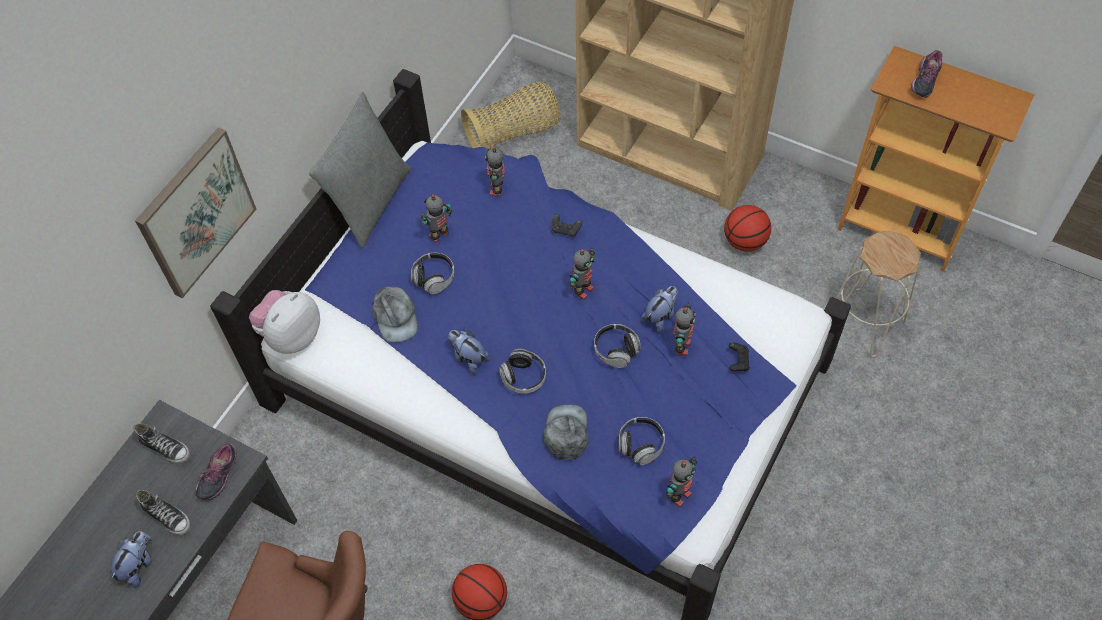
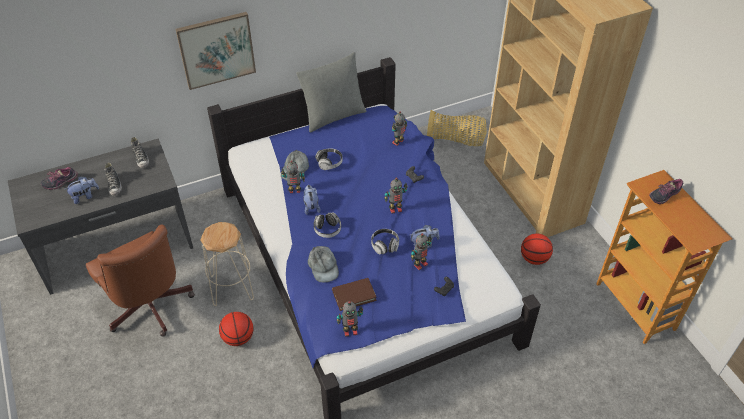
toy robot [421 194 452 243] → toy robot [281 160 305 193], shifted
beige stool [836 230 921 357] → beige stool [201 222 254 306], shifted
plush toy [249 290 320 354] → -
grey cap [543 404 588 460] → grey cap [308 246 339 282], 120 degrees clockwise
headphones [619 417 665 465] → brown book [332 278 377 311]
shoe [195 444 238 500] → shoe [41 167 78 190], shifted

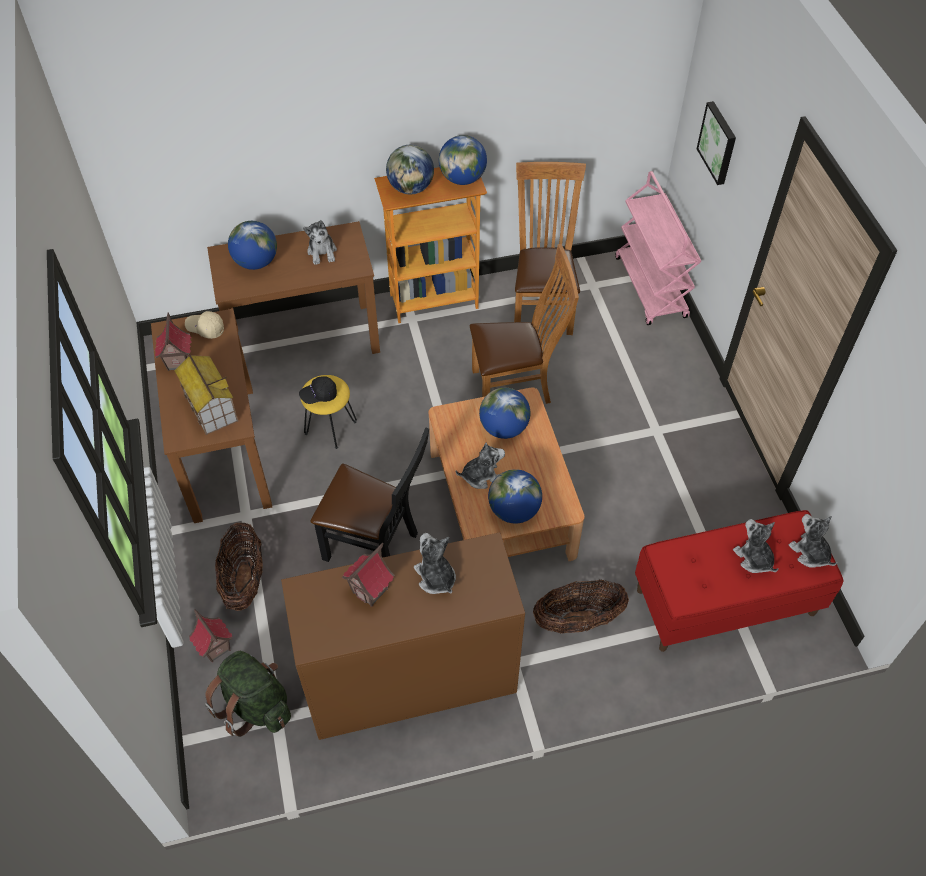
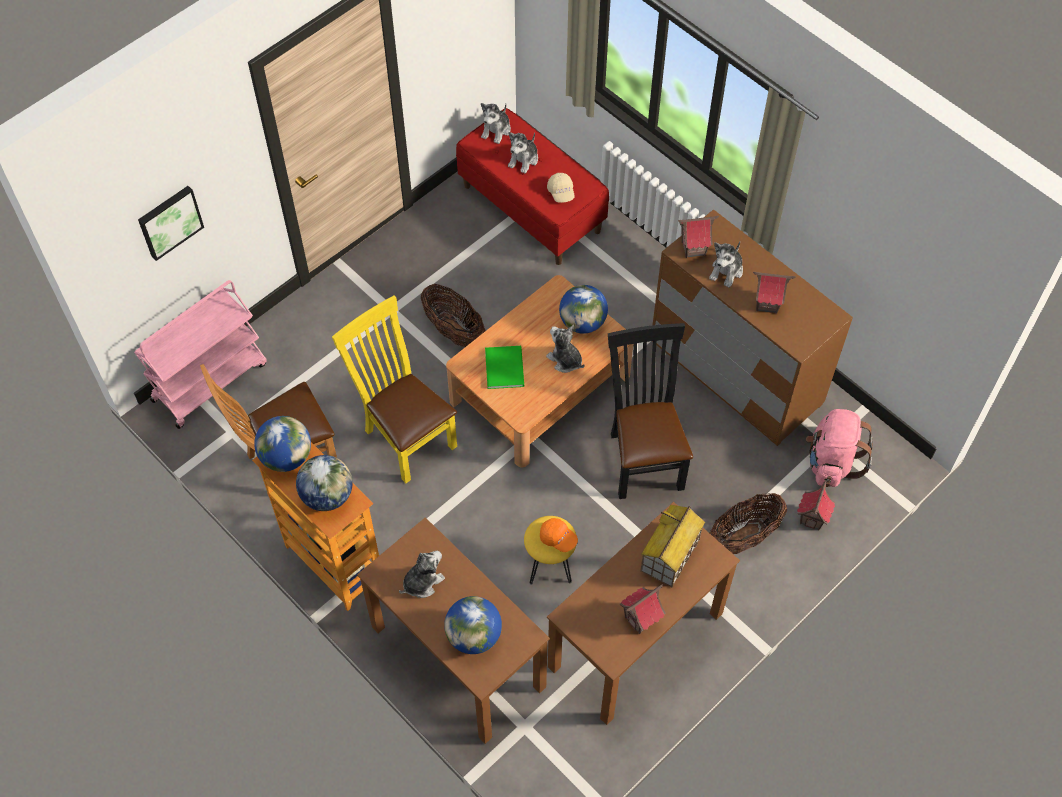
brown chair [470 244 579 404] → yellow chair [332 296 457 483]
beige cap [185 311 224 339] → beige cap [547 173 575 203], shifted
black cap [299 376 337 404] → orange cap [540 518 578 552]
globe [479 388 531 439] → green book [485 346 524 389]
basket [533 580 629 634] → basket [421 284 486 347], shifted
green backpack [205 651 291 737] → pink backpack [806 409 873 487]
- → toy house [678 216 719 258]

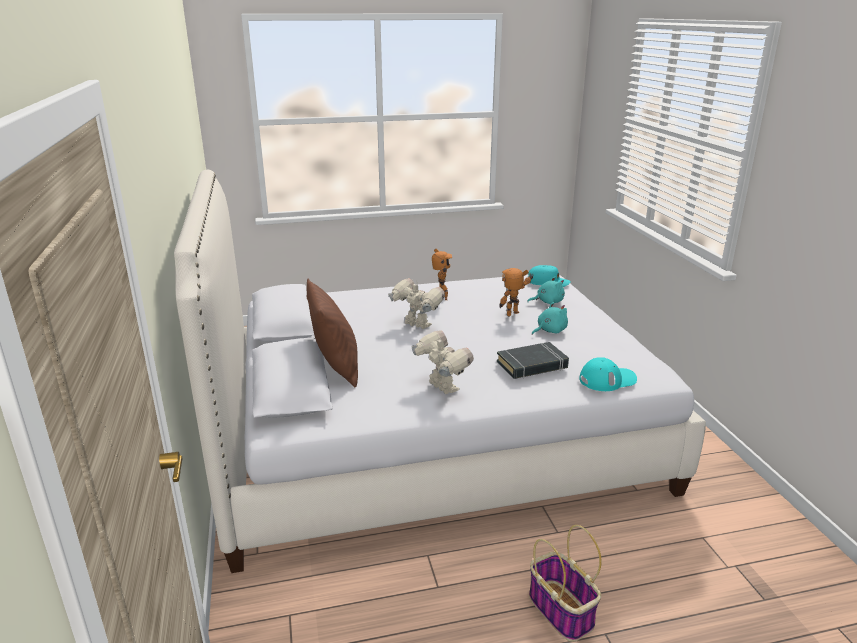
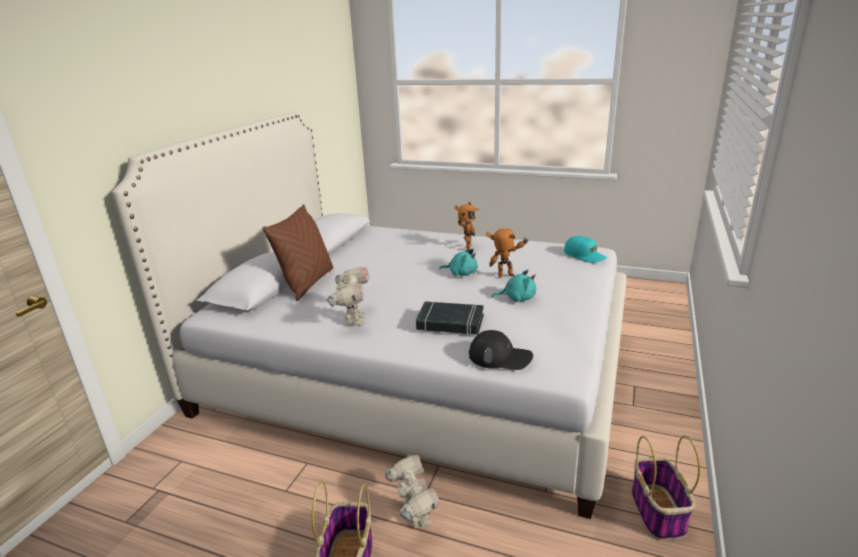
turquoise plush toy [527 276 565 304] → turquoise plush toy [439 249 478 276], shifted
toy robot [388 278 445 329] → toy robot [385 455 440 529], shifted
turquoise cap [579 357 637 391] → black cap [469 330 533 370]
- → basket [632 435 700 540]

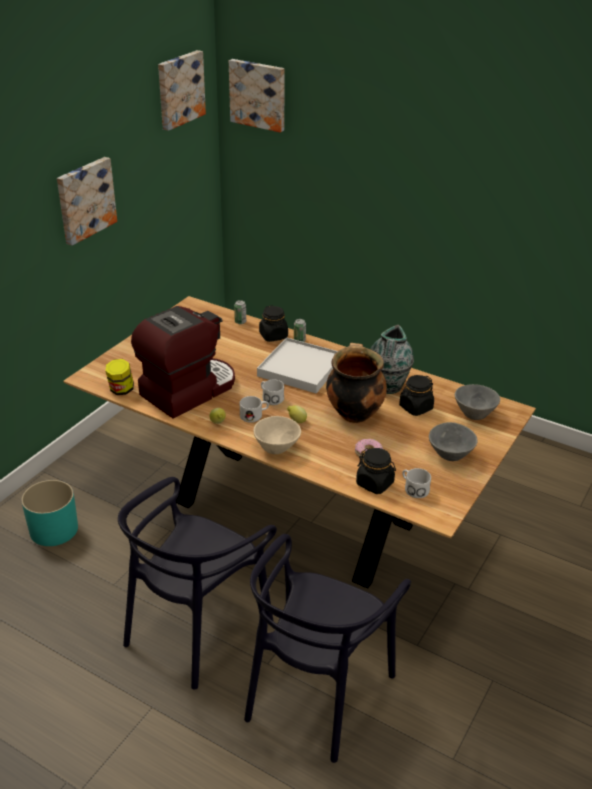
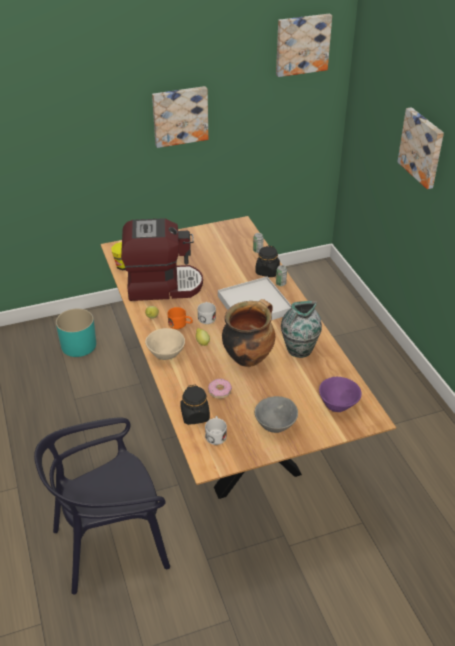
picture [229 59 285 133] → picture [397 107 444 189], shifted
black jar [399 375 434 416] → -
grey bowl [455 384 500 420] → purple bowl [319 377 362 412]
white mug [239 396 269 423] → orange mug [168 307 193 329]
black chair [118 477 277 690] → -

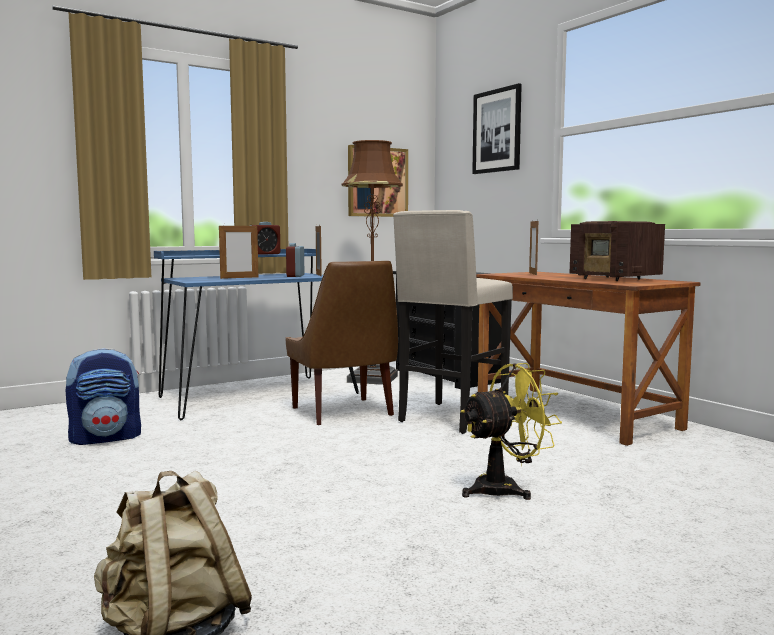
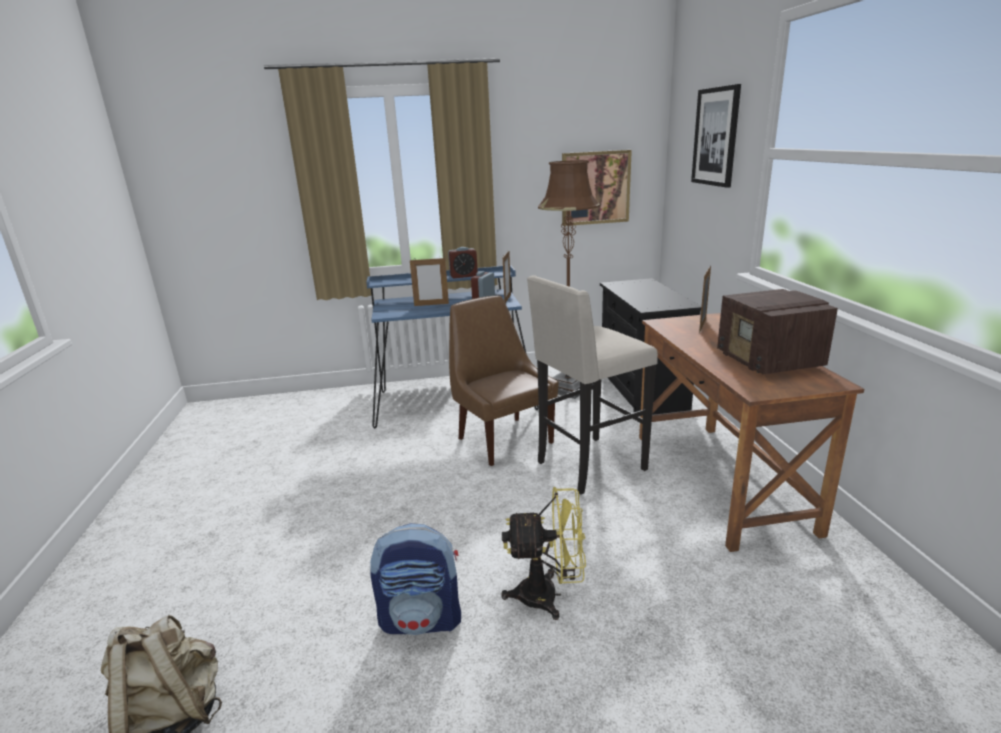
brown chair [286 261 398 425] → brown chair [449 295 559 466], 150 degrees clockwise
backpack [66 348 141 445] → backpack [370 523 461 635], shifted

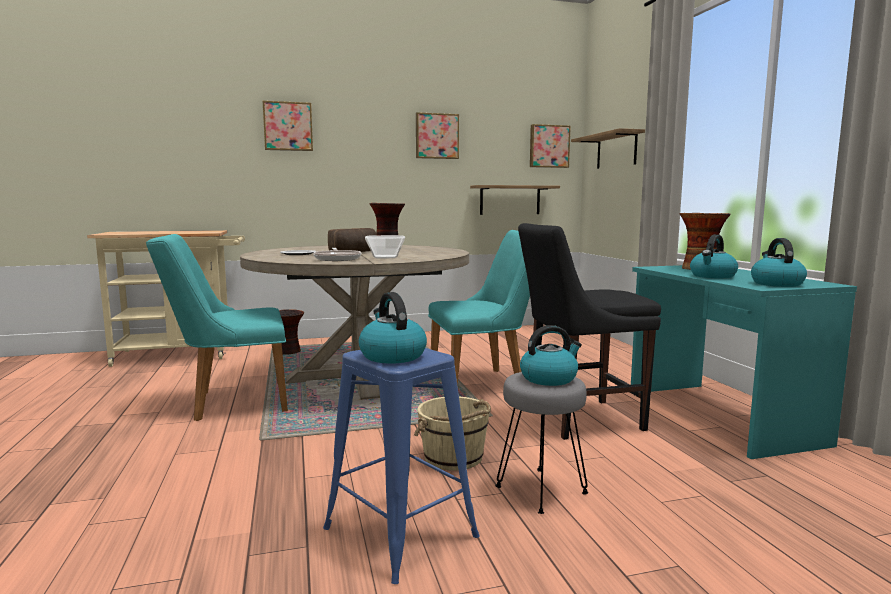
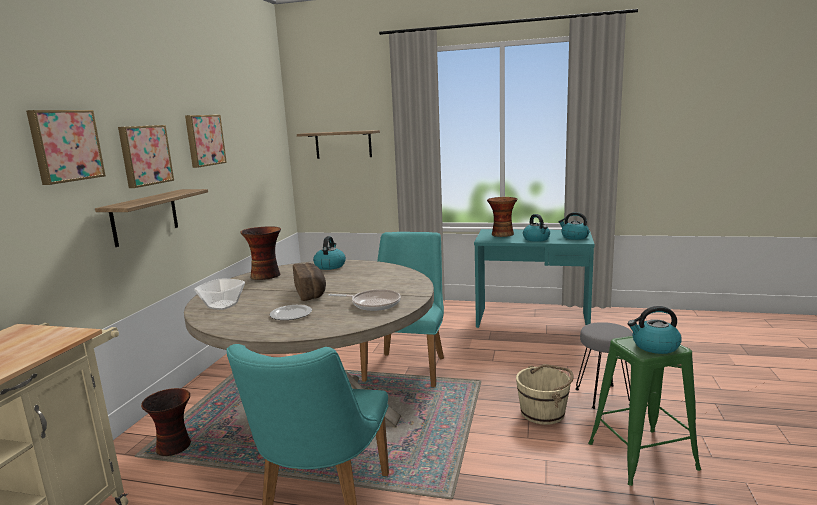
picture [530 124 571 168] → picture [118 125 174 188], shifted
shelf [470 185 560 215] → shelf [95 189 208 247], shifted
black chair [518 223 661 440] → -
bowl [365 235 405 258] → bowl [194 279 245 310], shifted
kettle [520 325 582 386] → kettle [313 236 346 270], shifted
blue stool [323 348 480 584] → green stool [588 336 701 486]

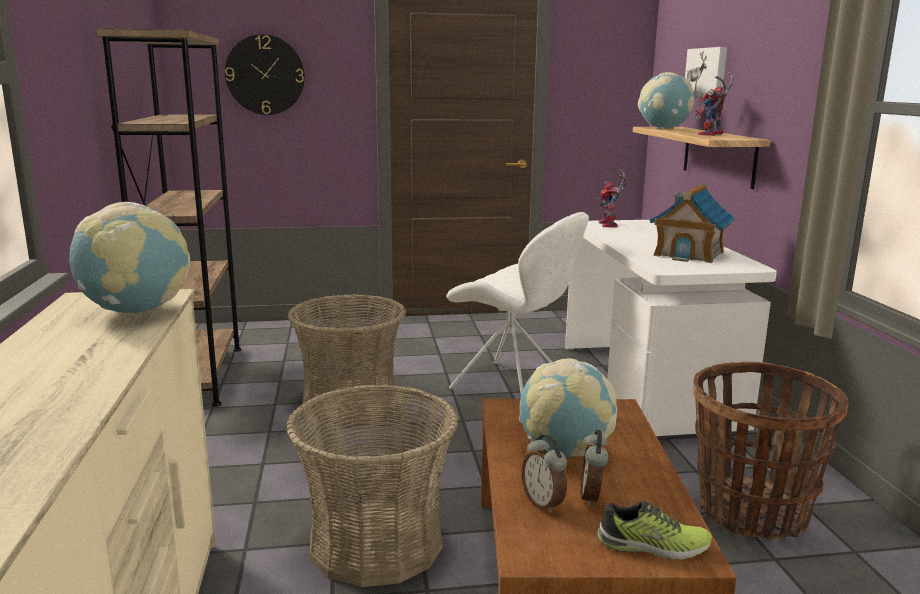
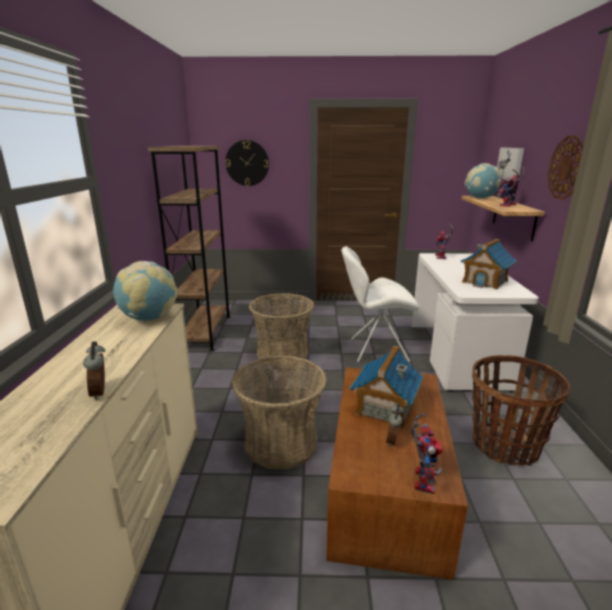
white chair [446 212 589 394] → white chair [341 246 419 362], 135 degrees clockwise
globe [519 358 617 457] → toy house [350 346 423 428]
alarm clock [521 434 567 513] → alarm clock [83 341 106 401], shifted
shoe [597 500 712 560] → toy robot [411 413 443 494]
- → wall clock [548 136 584 200]

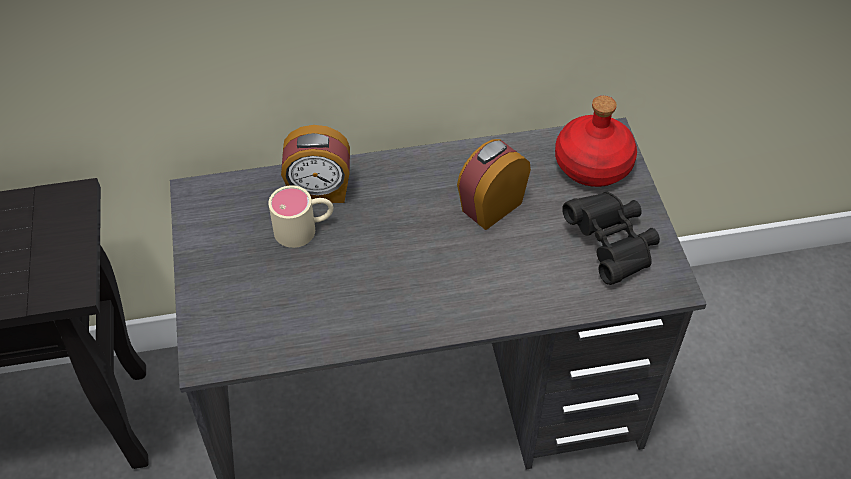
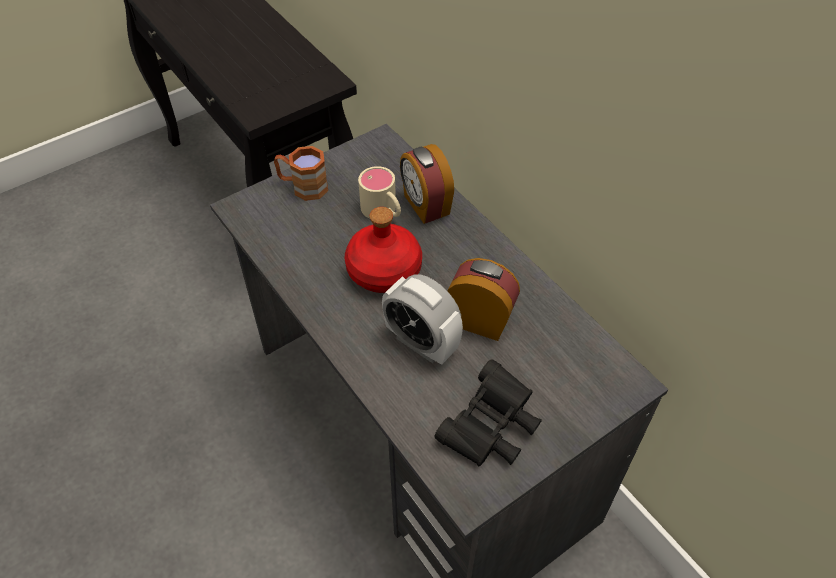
red bottle [555 96 637 187] → red bottle [345 207 422 293], shifted
- → brown mug [274 146 328 201]
- → alarm clock [382 274 463 365]

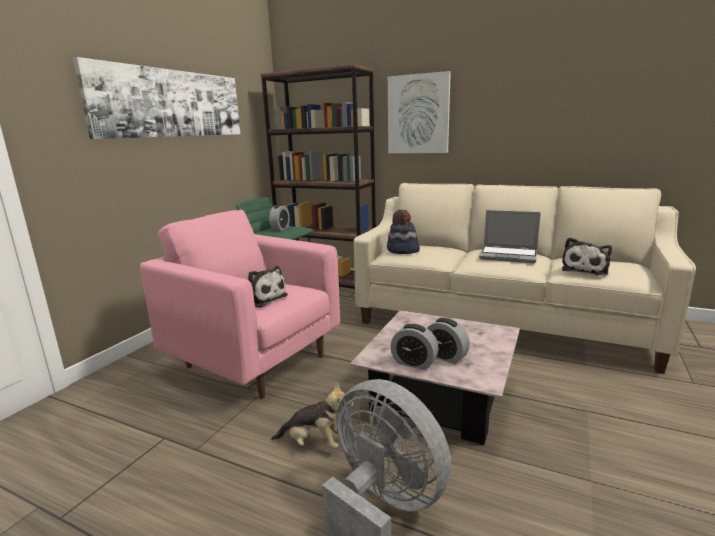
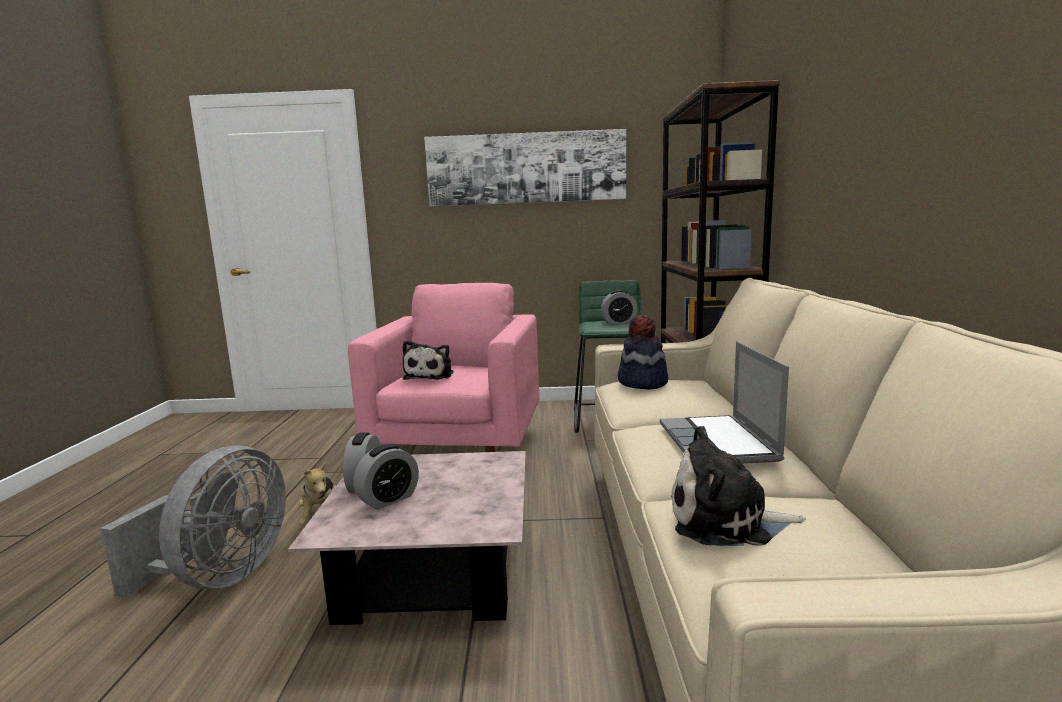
picture [388 71 451 153] → -
alarm clock [427 318 470 364] → alarm clock [353 444 419 510], 150 degrees counterclockwise

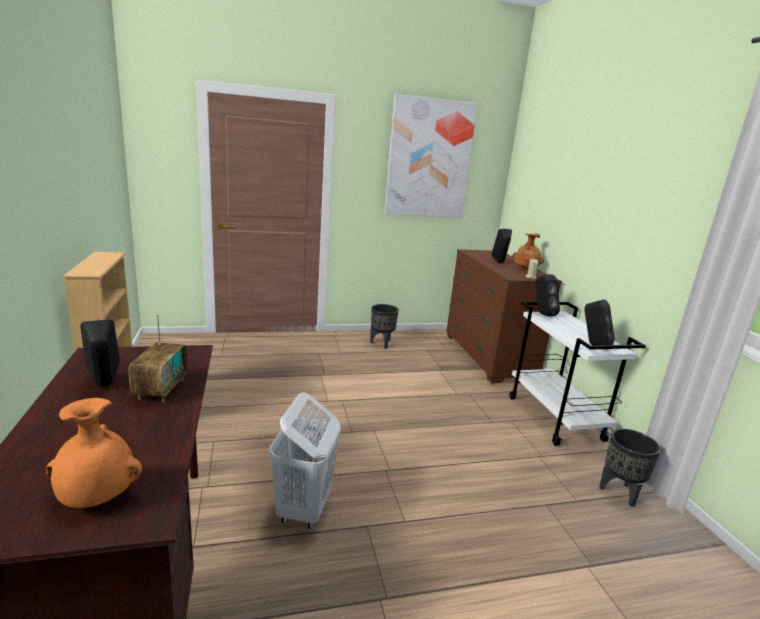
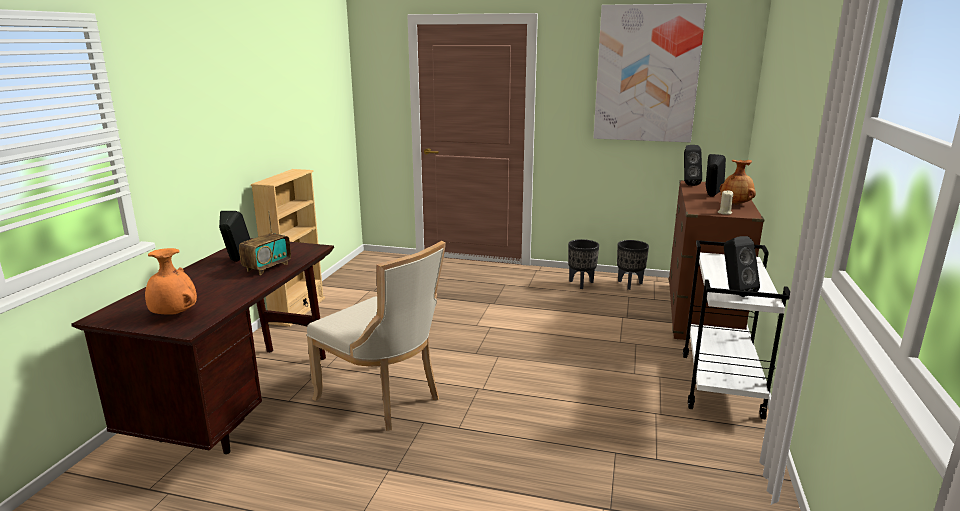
black speaker [536 274 560 317] → black speaker [684 145 702 186], shifted
white laundry basket [269 392 341 529] → beige chair [307 241 446 431]
black planter [599 429 661 507] → black planter [617 240 649 290], shifted

